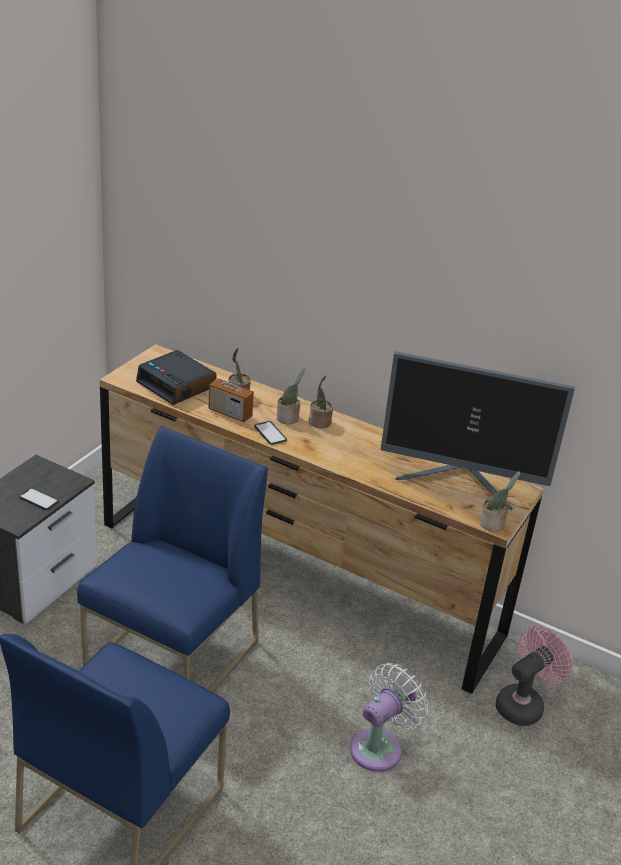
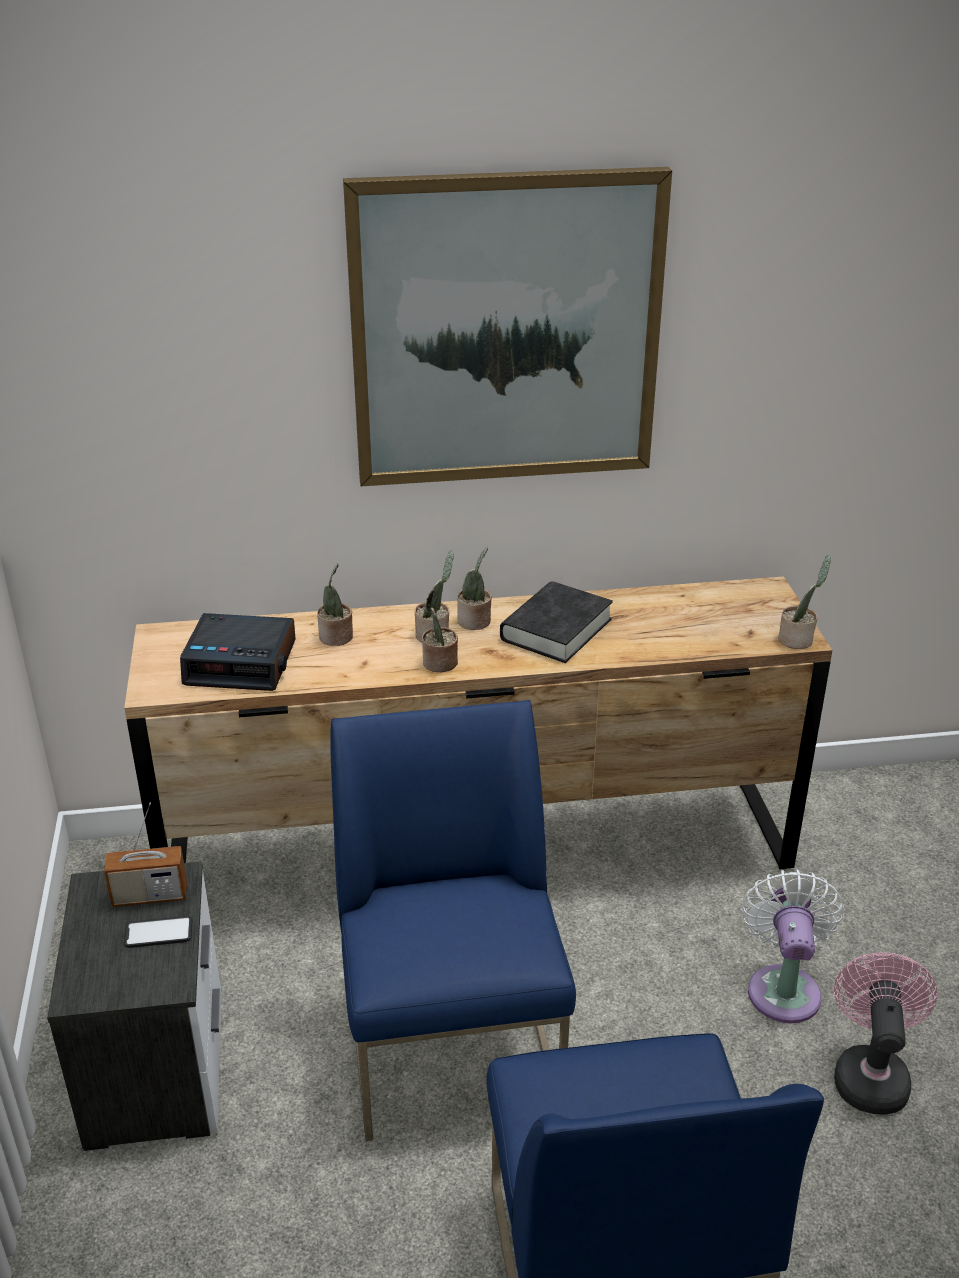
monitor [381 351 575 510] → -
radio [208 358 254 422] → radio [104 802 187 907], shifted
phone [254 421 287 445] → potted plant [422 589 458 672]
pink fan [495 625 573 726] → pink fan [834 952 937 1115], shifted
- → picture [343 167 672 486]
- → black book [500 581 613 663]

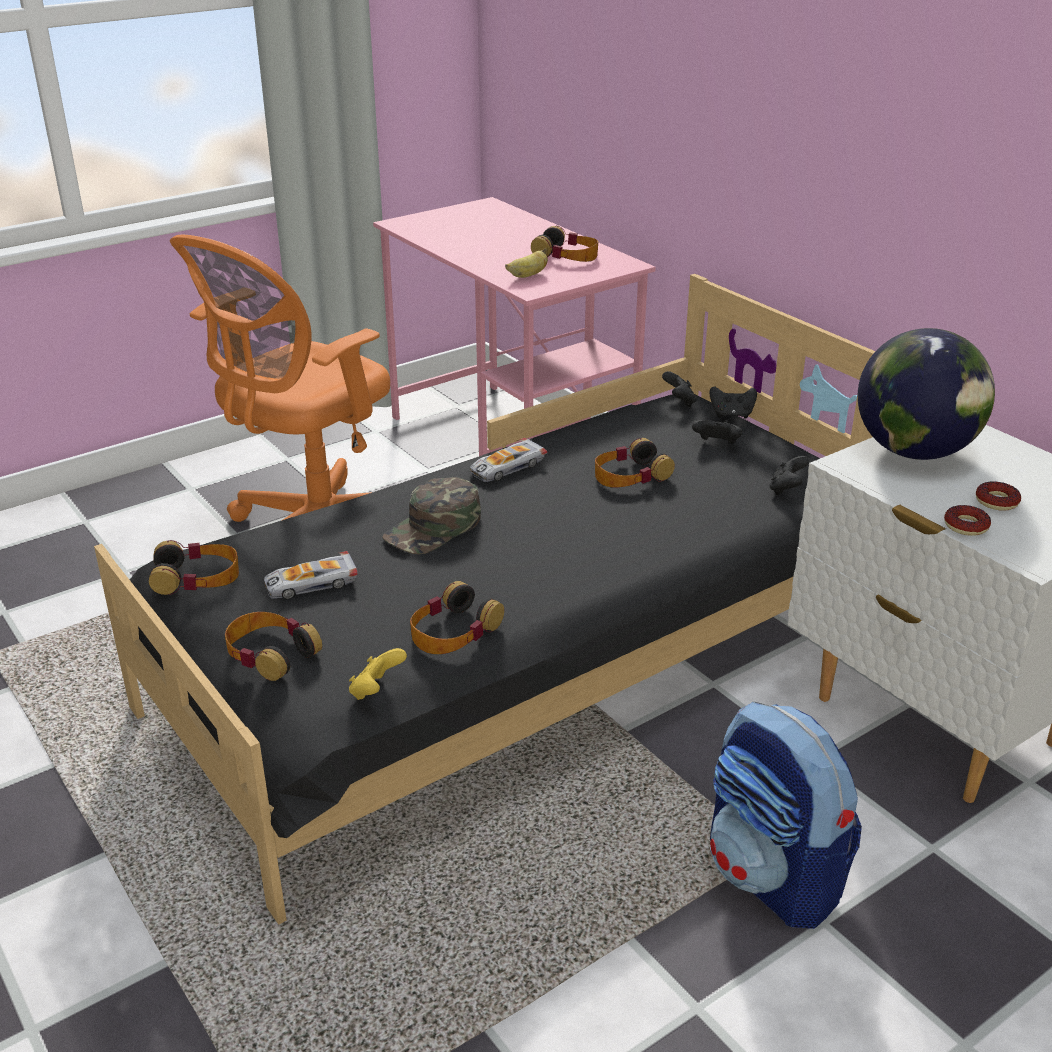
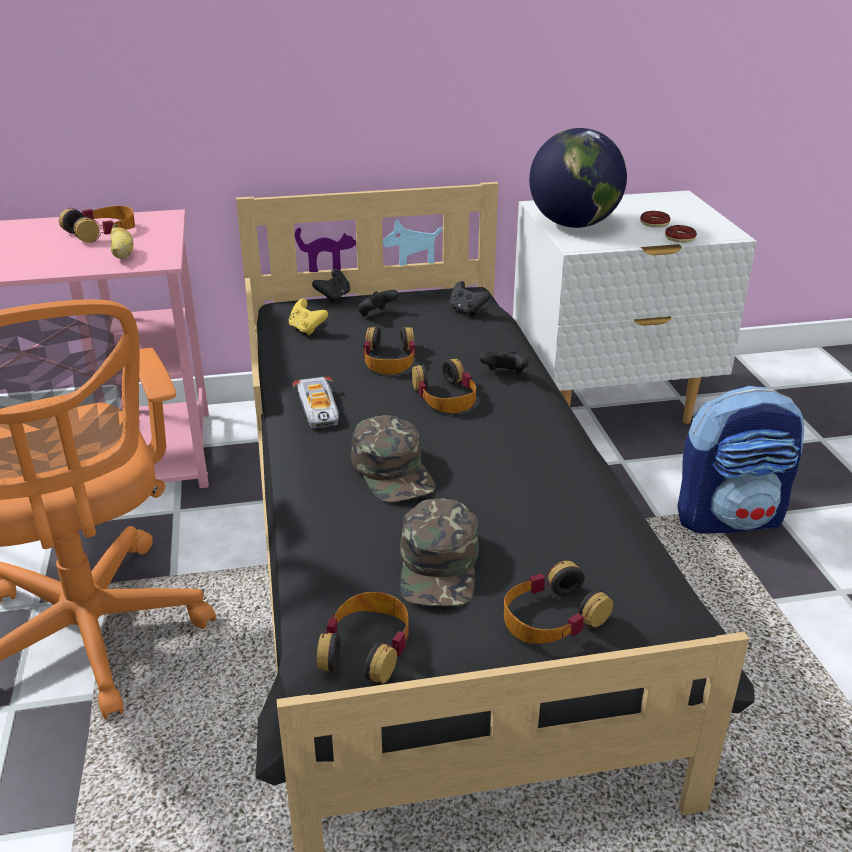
black game controller [662 371 697 407] → black game controller [479 351 529 374], shifted
toy car [264 551 358 599] → green cap [400 498 479 606]
headphones [410 581 504 654] → headphones [412 359 476 413], shifted
yellow game controller [349 648 407 700] → yellow game controller [289 299 328 335], shifted

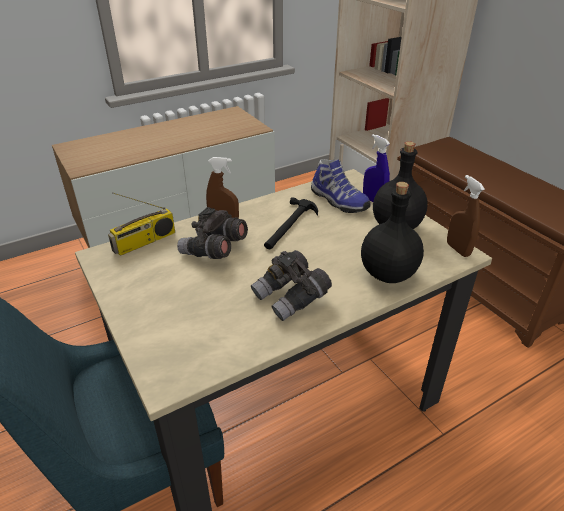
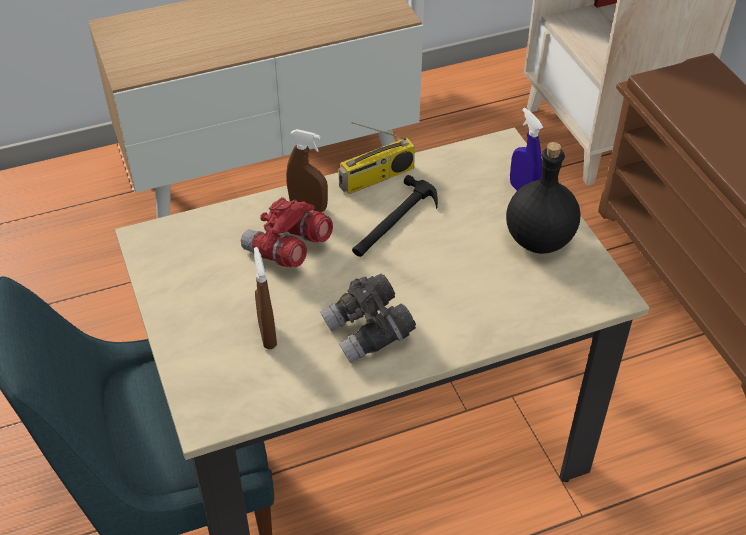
shoe [311 159 371 213] → -
brown spray bottle [447 175 485 257] → brown spray bottle [254 247 277 349], shifted
black bottle [361 182 424 283] → -
radio [108 192 175 256] → radio [339 122 415 194], shifted
grey binoculars [177 207 248 259] → red binoculars [241 197 333 267]

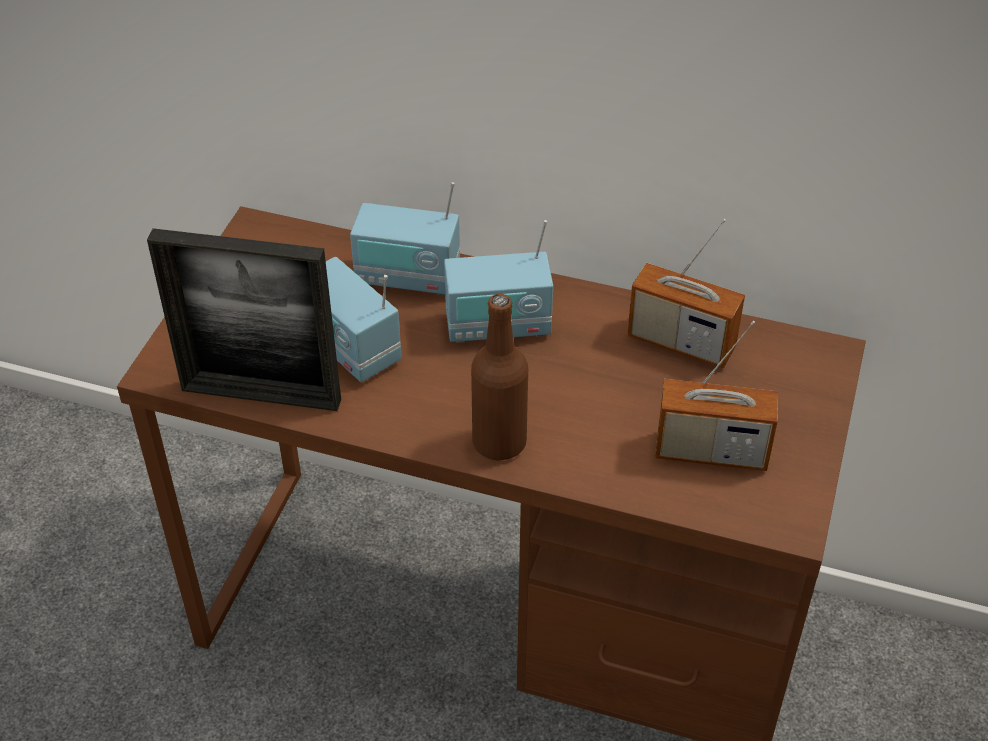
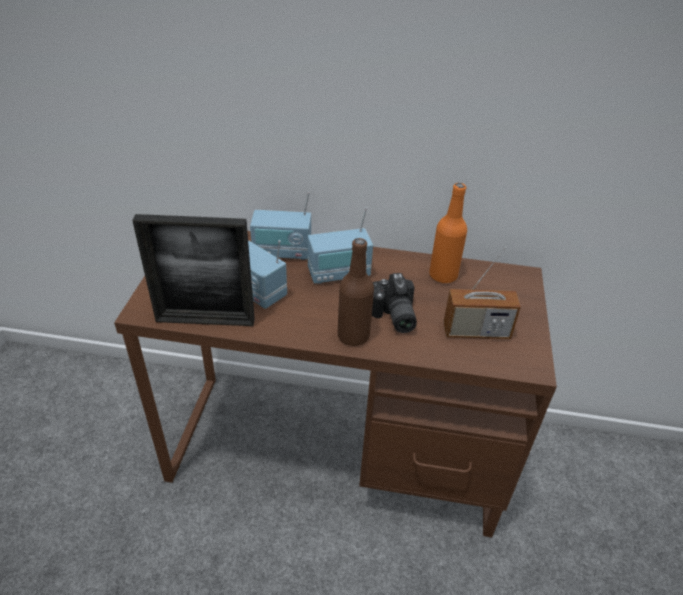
radio [627 219 745 368] → orange bottle [429 183 467 283]
- → photo camera [372 273 417 333]

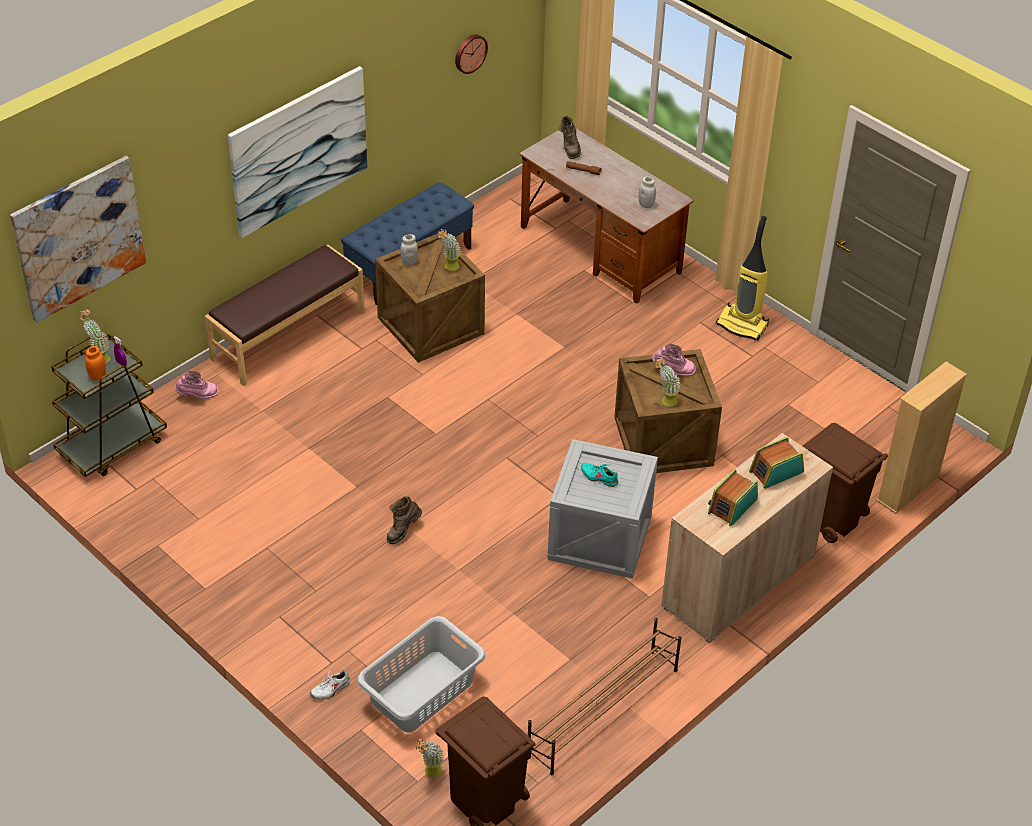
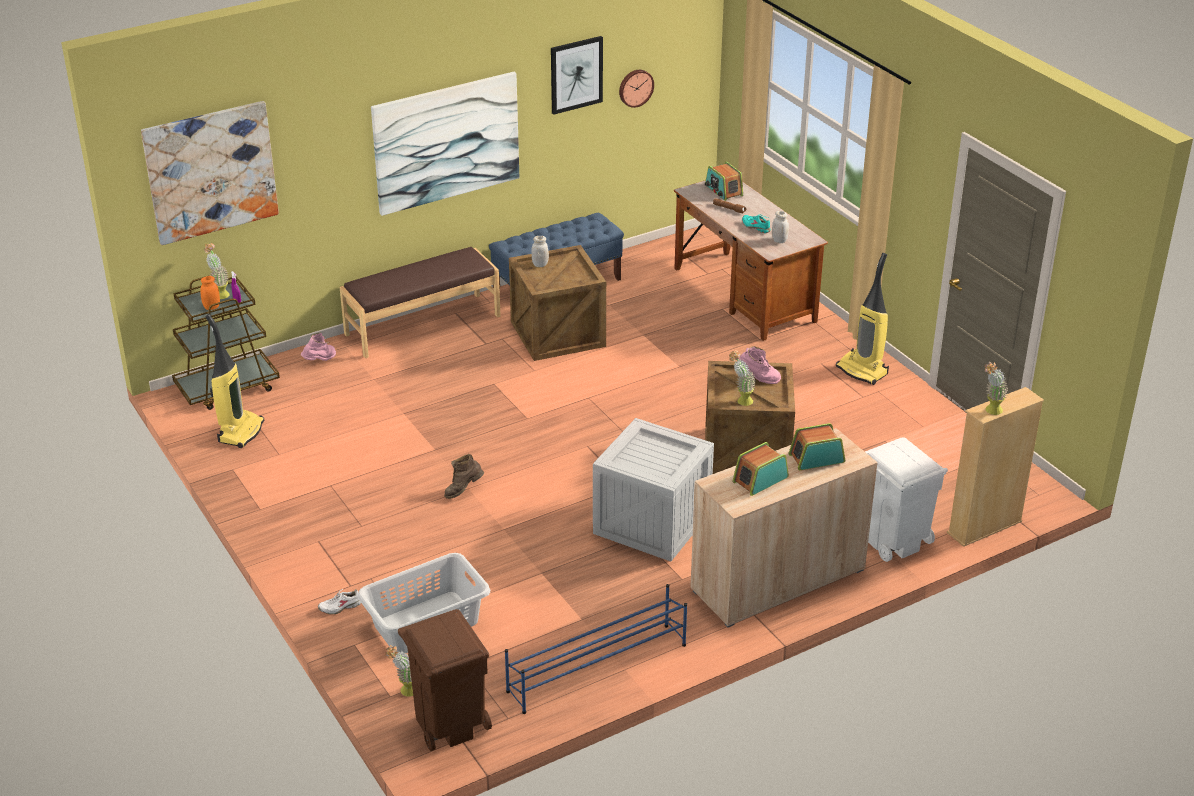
brown boot [559 115 581 159] → radio [705 161 743 201]
potted plant [438 229 460 271] → potted plant [984 362 1008 415], shifted
pink boot [175 371 218 399] → pink boot [301 333 336 361], 45 degrees counterclockwise
brown trash can [803 423 888 543] → white trash can [865 437 948 562]
turquoise shoe [581 463 618 487] → turquoise shoe [742 214 771 233], shifted
brown shoe rack [528 618 682 776] → blue shoe rack [505 584 687 714]
- → picture [551 36 603 115]
- → vacuum cleaner [205 314 264 448]

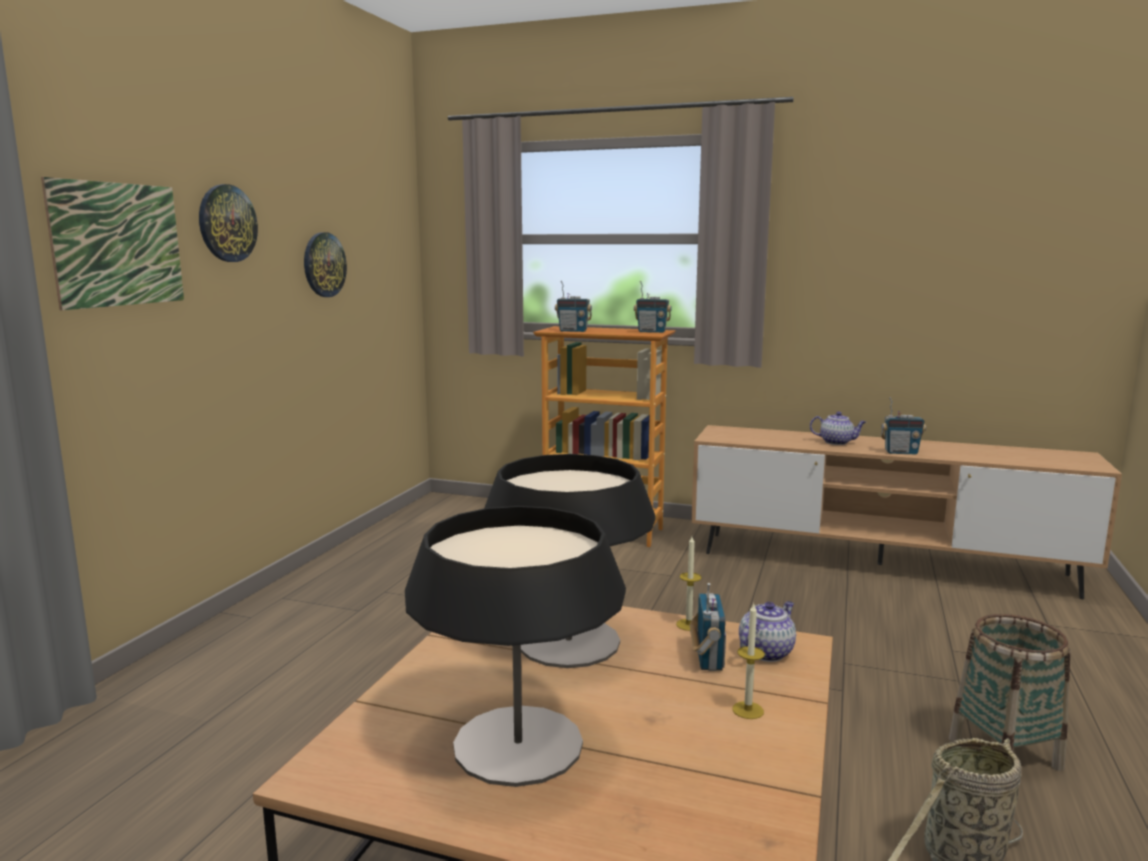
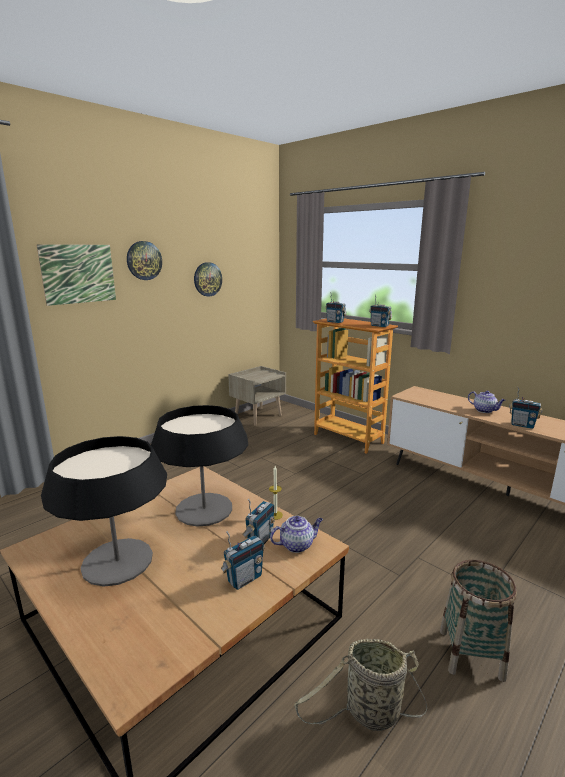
candle [732 602 765 719] → radio [221 531 265 590]
- → beige nightstand [228 366 286 426]

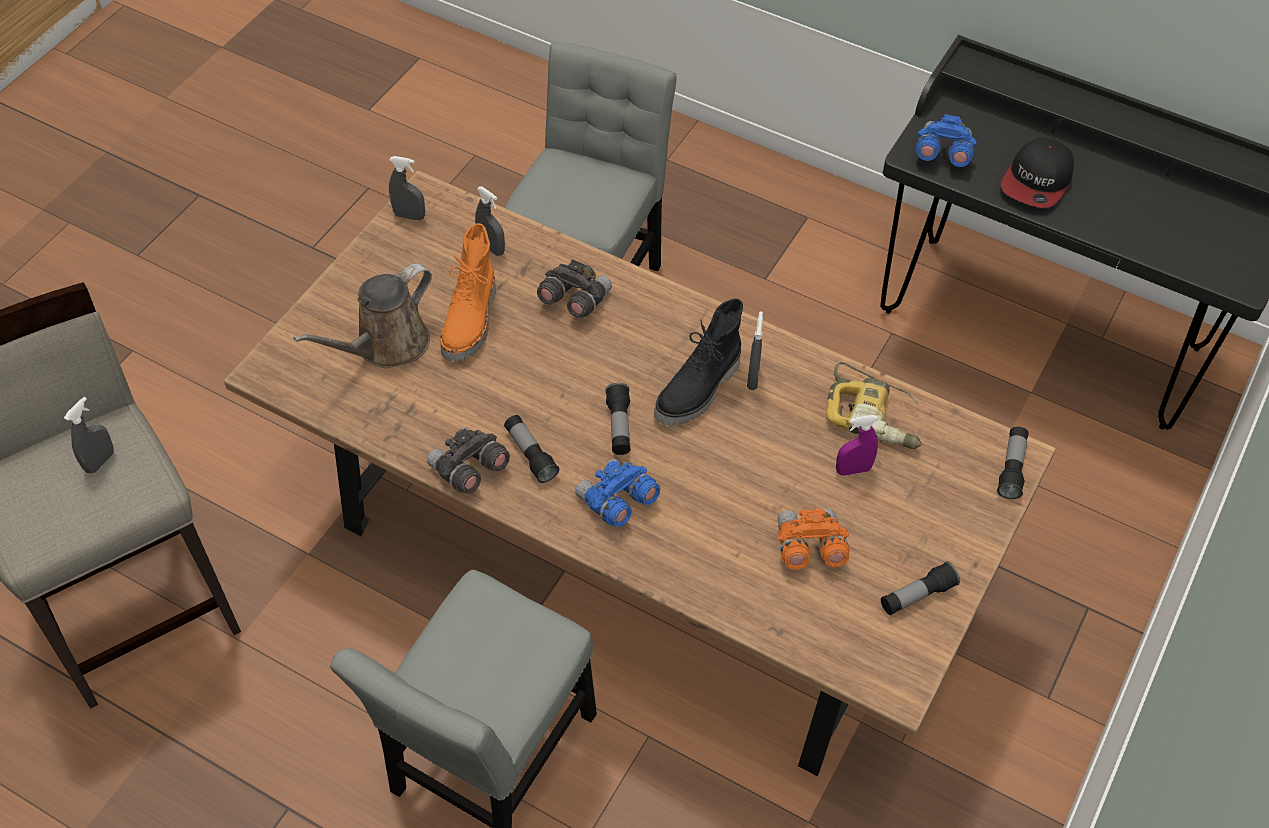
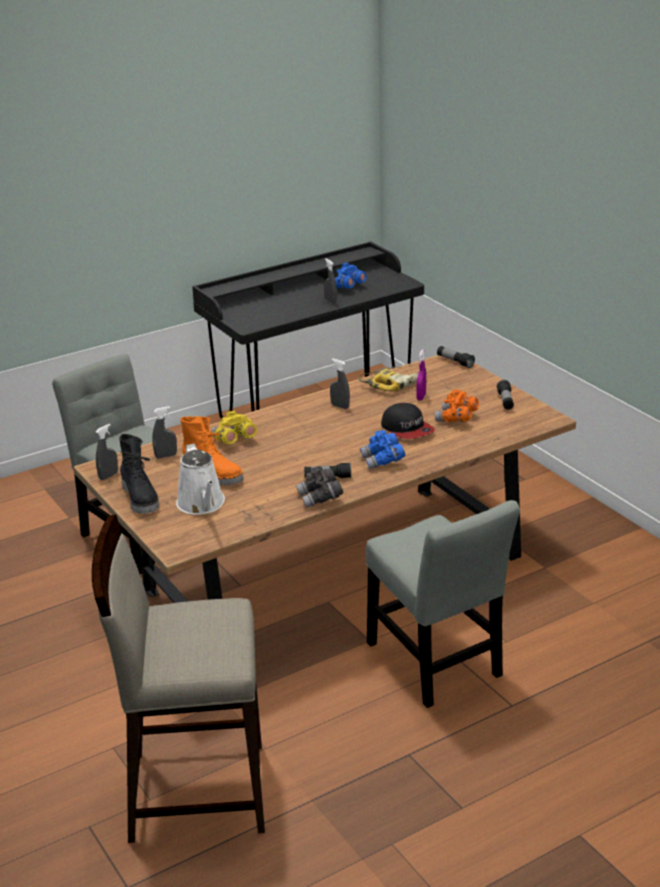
blue binoculars [916 114 977 167] → blue binoculars [335 263 367 289], shifted
cap [1001 138 1074 208] → cap [381 403 435 439], shifted
grey binoculars [537 259 612 318] → yellow binoculars [211 411 257 444]
brown watering can [293 263 432 368] → white watering can [176 443 225 515]
black boot [654 299 743 425] → black boot [119 434 159 514], shifted
flashlight [605 383 631 455] → -
grey spray bottle [64 397 114 474] → grey spray bottle [324 258 337 304], shifted

